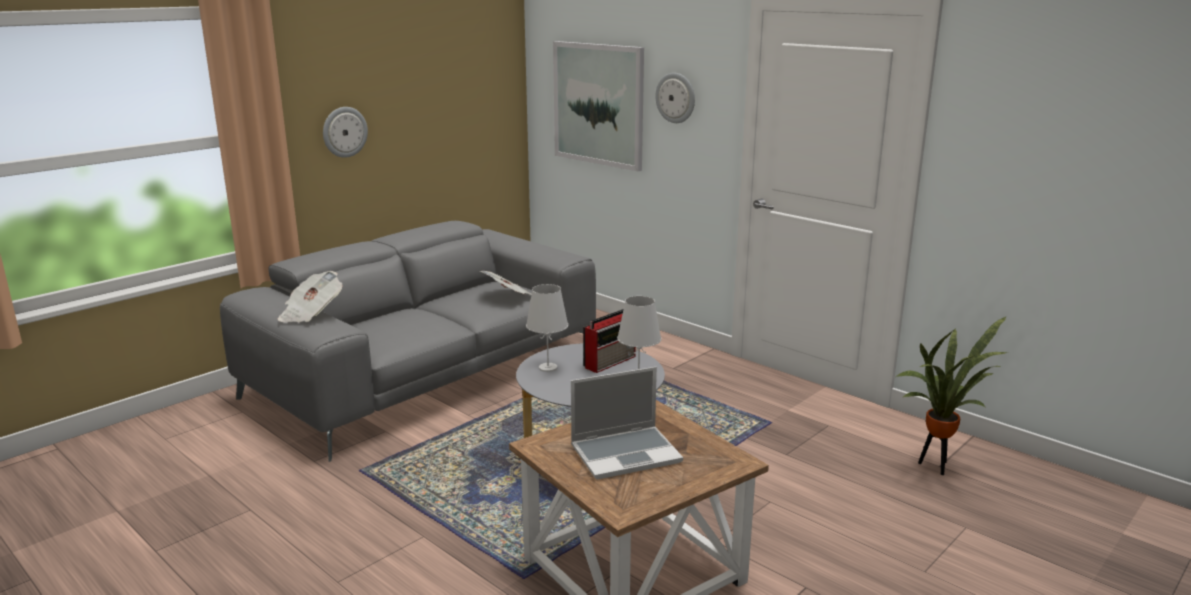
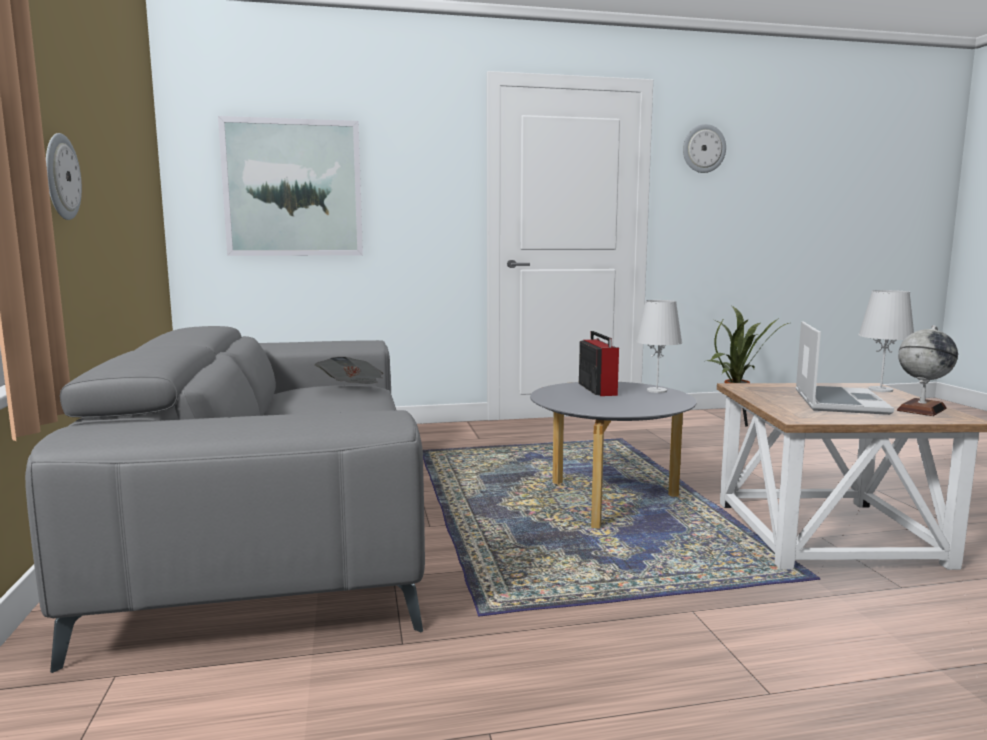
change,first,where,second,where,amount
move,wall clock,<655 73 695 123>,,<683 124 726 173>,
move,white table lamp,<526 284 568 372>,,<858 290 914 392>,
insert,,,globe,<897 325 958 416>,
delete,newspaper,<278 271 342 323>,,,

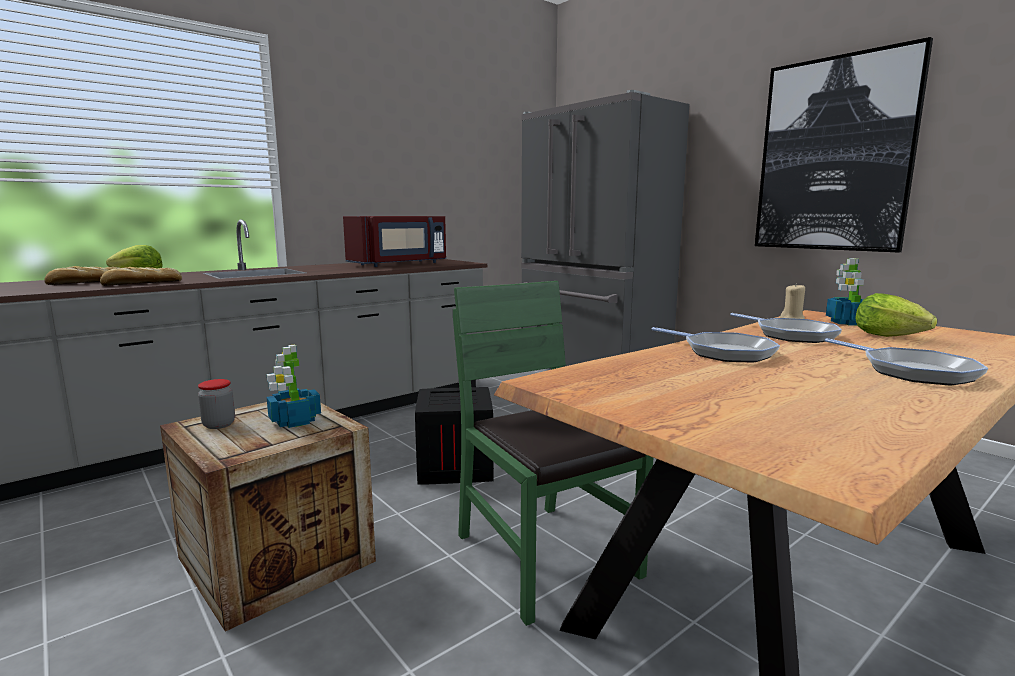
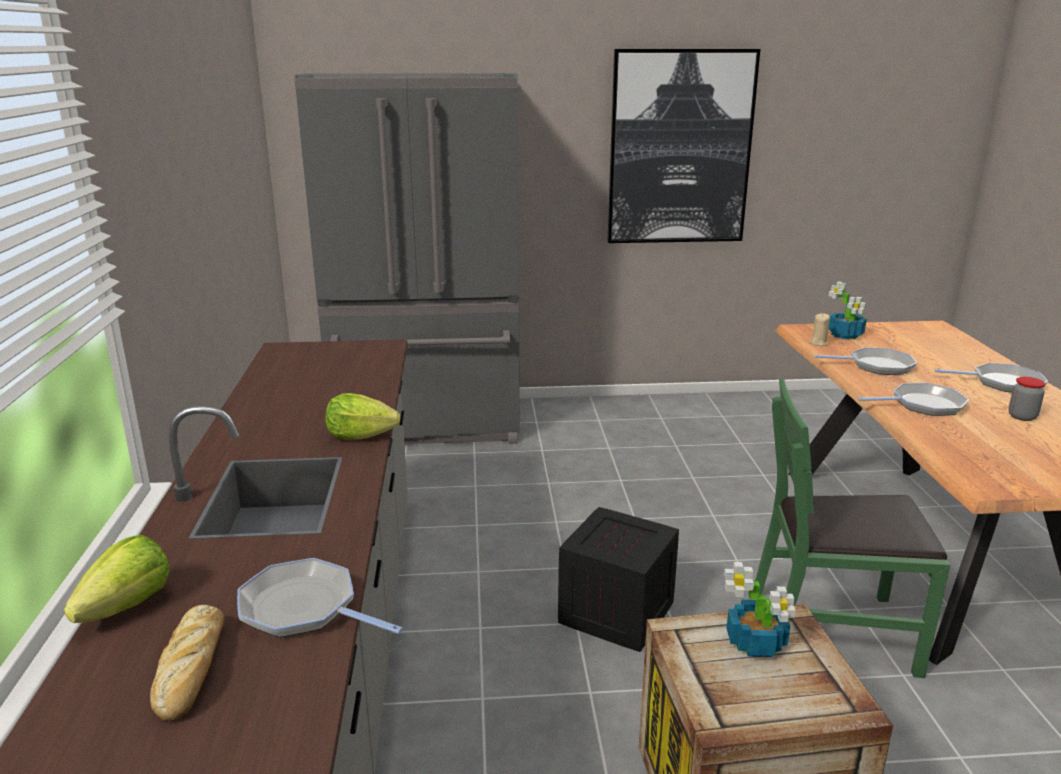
change,first,where,second,where,amount
replace,bread,<100 267 182 286>,frying pan,<237 558 403 638>,
move,lettuce,<855 293 937 337>,,<325 393 400 439>,
move,jar,<198 379 235 429>,,<1008 377 1045 421>,
delete,red microwave,<343 216 446 267>,,,

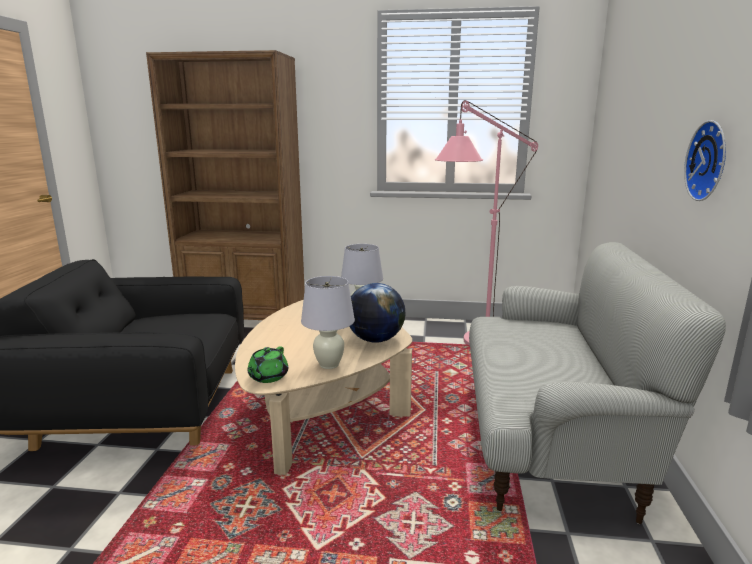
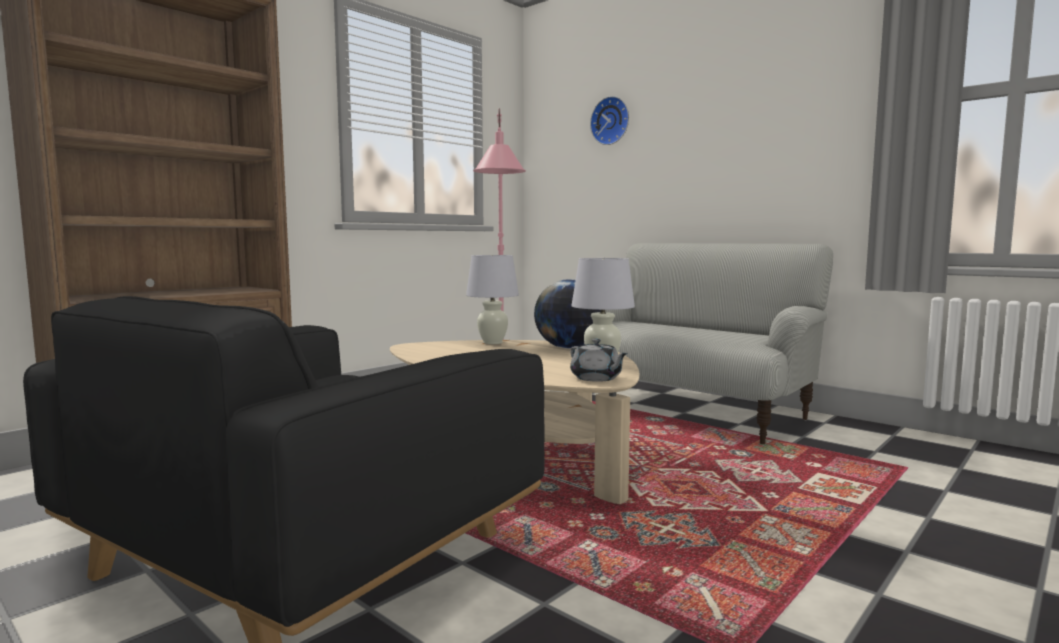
change,first,where,second,where,amount
recolor,green teapot,<248 346 288 383>,grey teapot,<570 339 628 382>,
move,wall clock,<684 120 726 201>,,<590 96 629 145>,

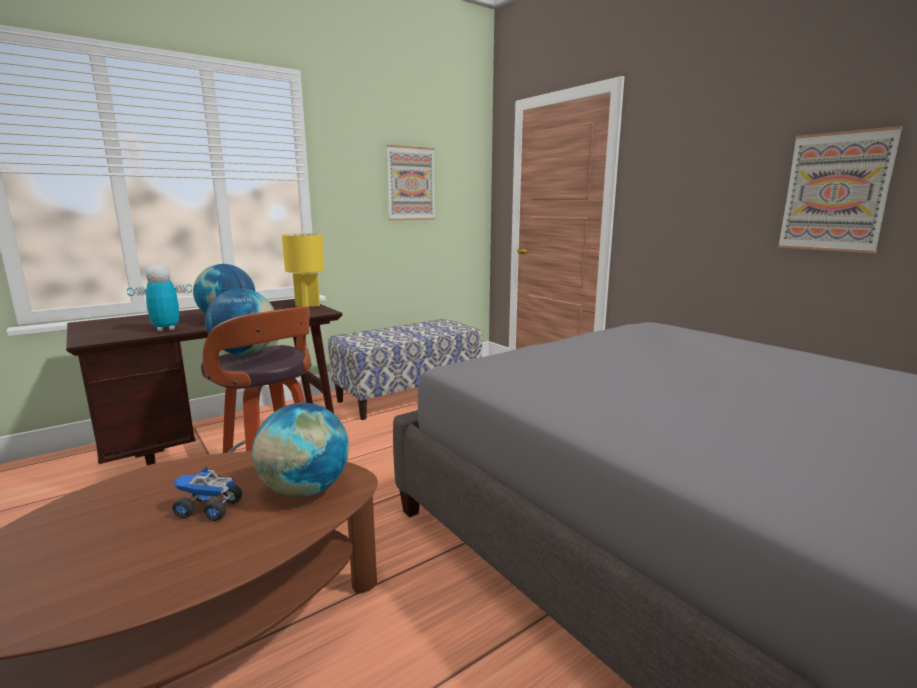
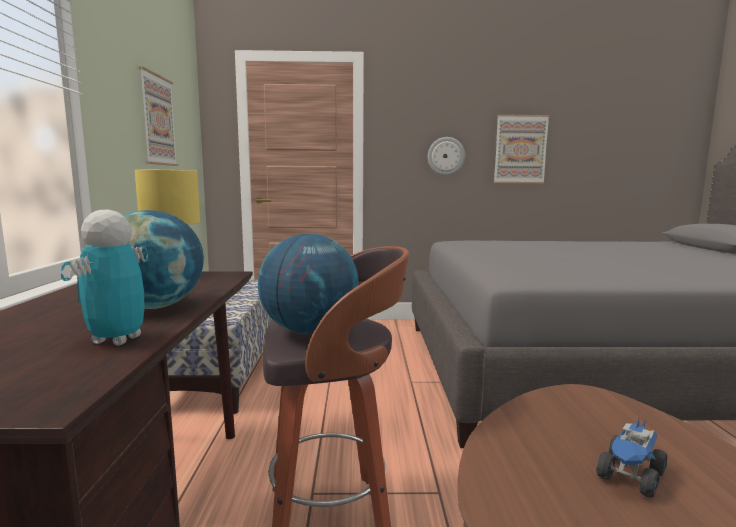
change,first,where,second,where,amount
insert,,,wall clock,<428 137 465 176>,
delete,globe,<252 403 349 497>,,,

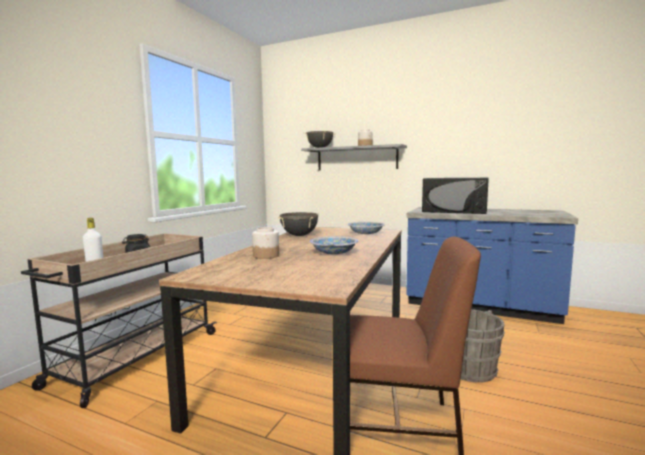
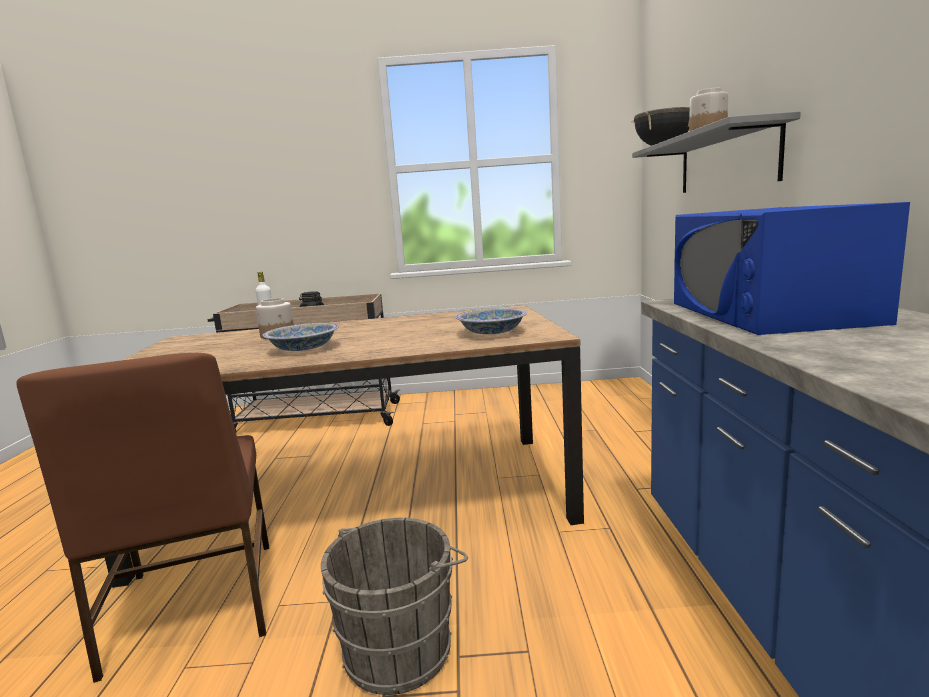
change,first,where,second,where,amount
recolor,black microwave,<422 178 489 214>,blue microwave,<674 202 910 335>,
delete,black cooking pot,<278 212 319 236>,,,

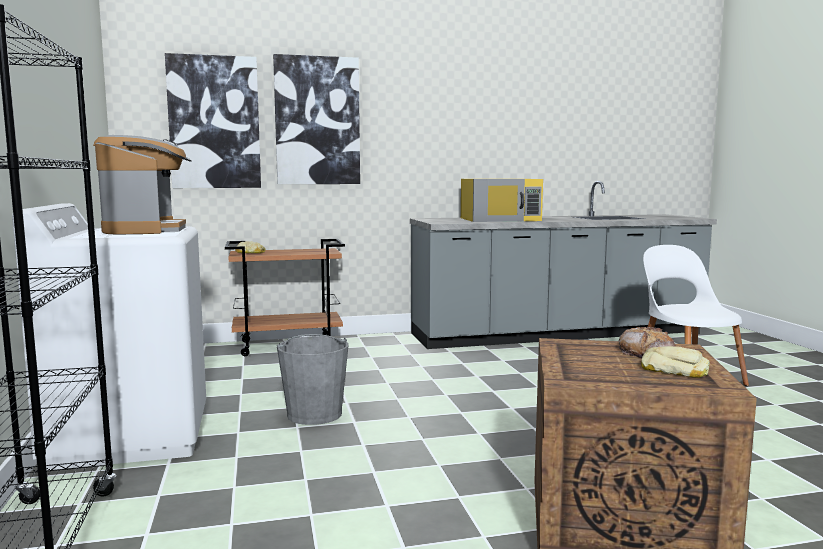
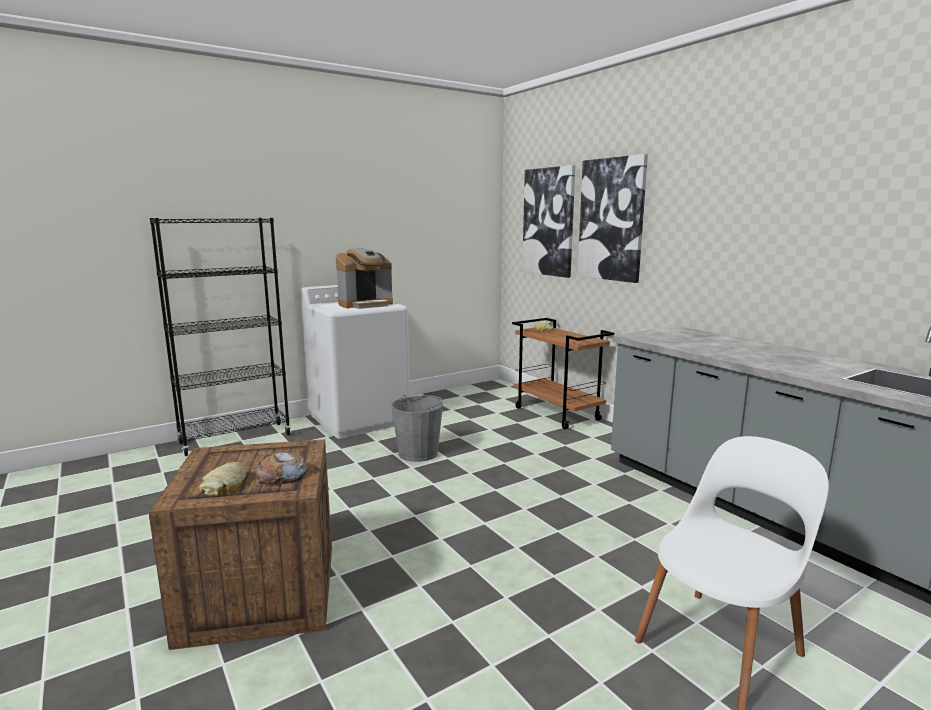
change,first,where,second,where,amount
delete,yellow microwave,<461 179 543 222>,,,

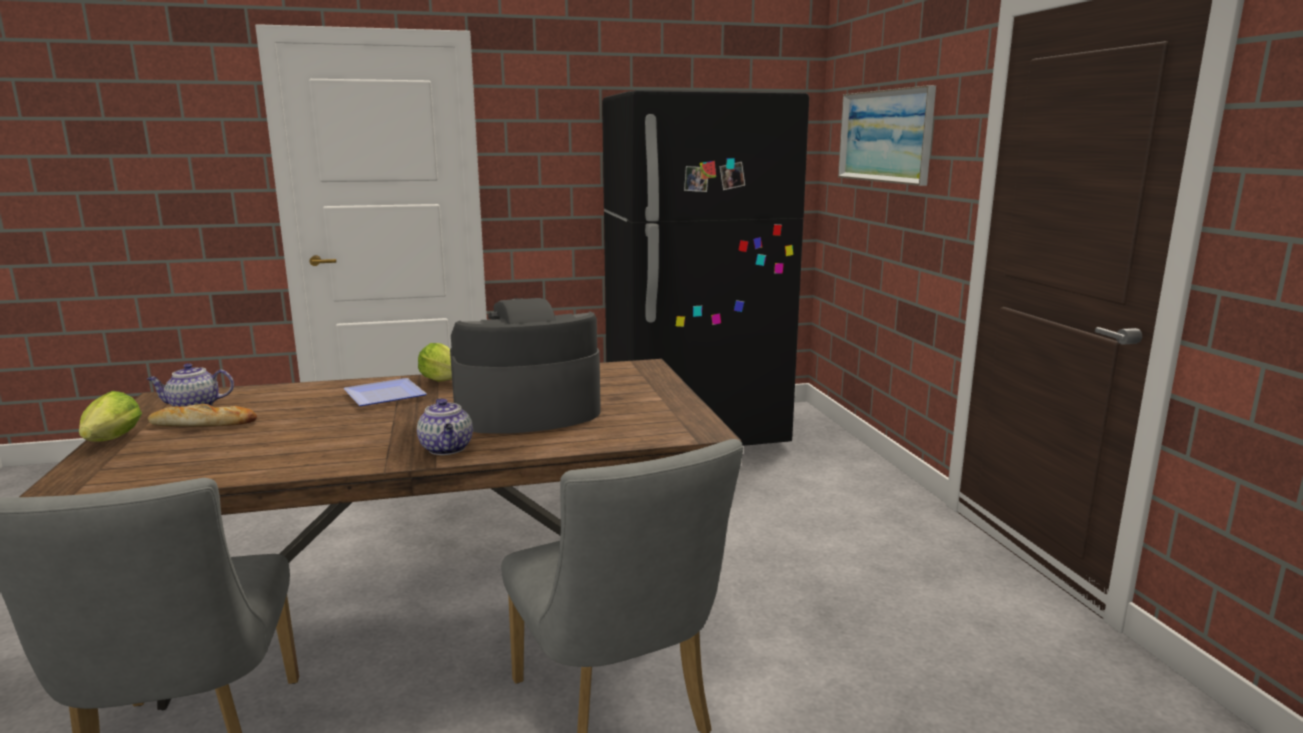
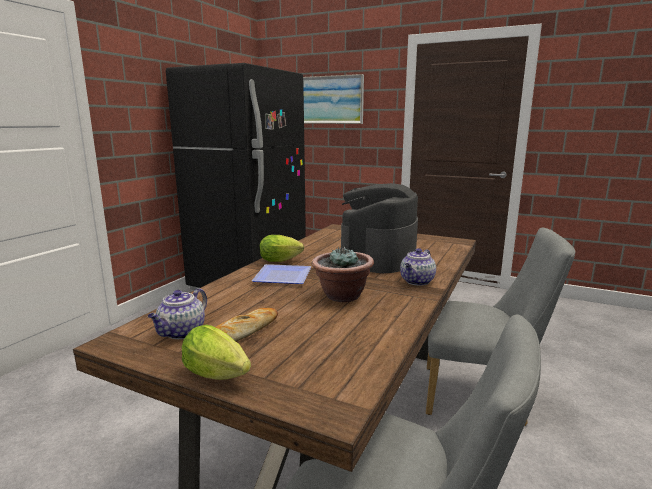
change,first,where,second,where,amount
insert,,,potted plant,<312 247 374 302>,
rotate,teapot,<417 398 473 455>,,<400 248 436 286>,105 degrees clockwise

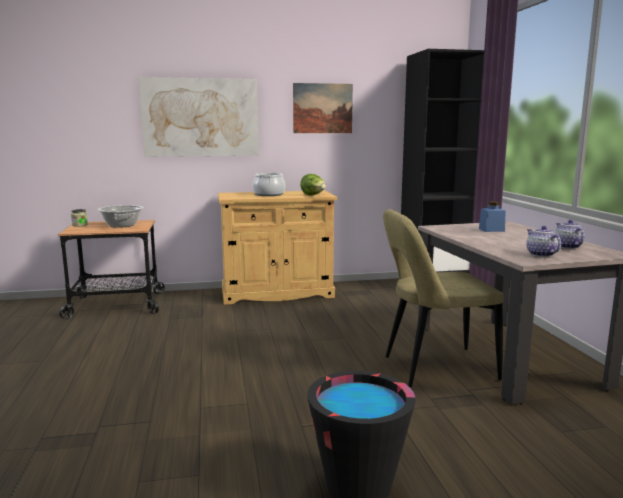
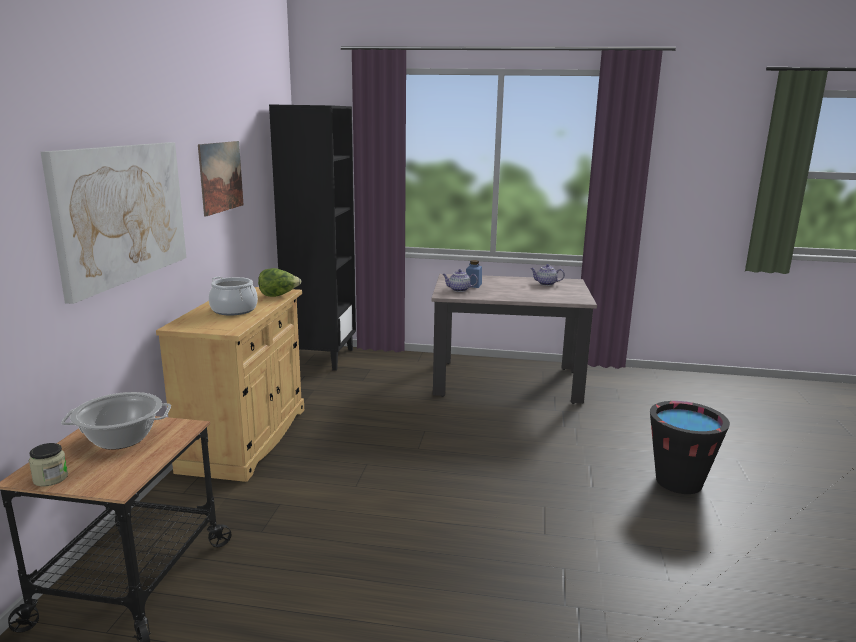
change,first,where,second,where,amount
move,teapot,<526 226 561 257>,,<442 269 478 292>,
delete,beige chair,<383 209 504 387>,,,

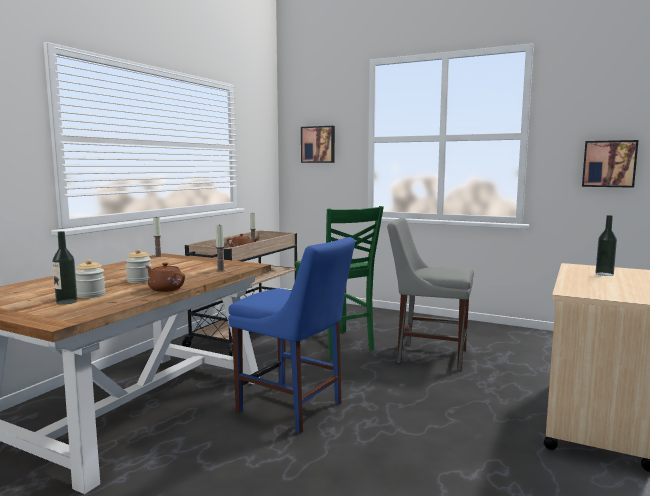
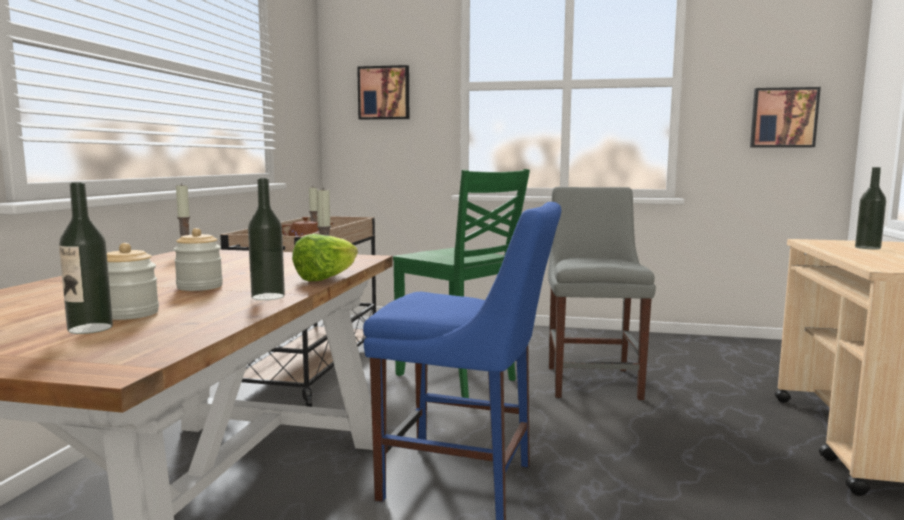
change,first,where,second,where,amount
replace,brown teapot,<146 263 185 292>,bottle,<248 178 285 300>,
insert,,,lettuce,<292 234 358 281>,
rotate,grey chair,<387 218 474 371>,,<548 187 656 400>,90 degrees clockwise

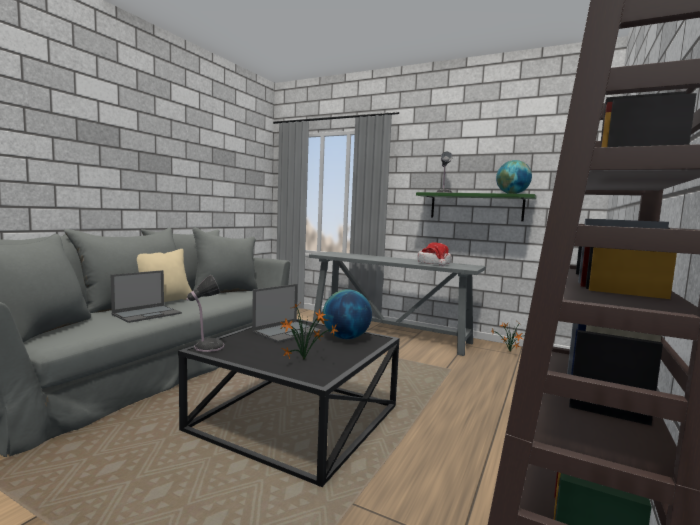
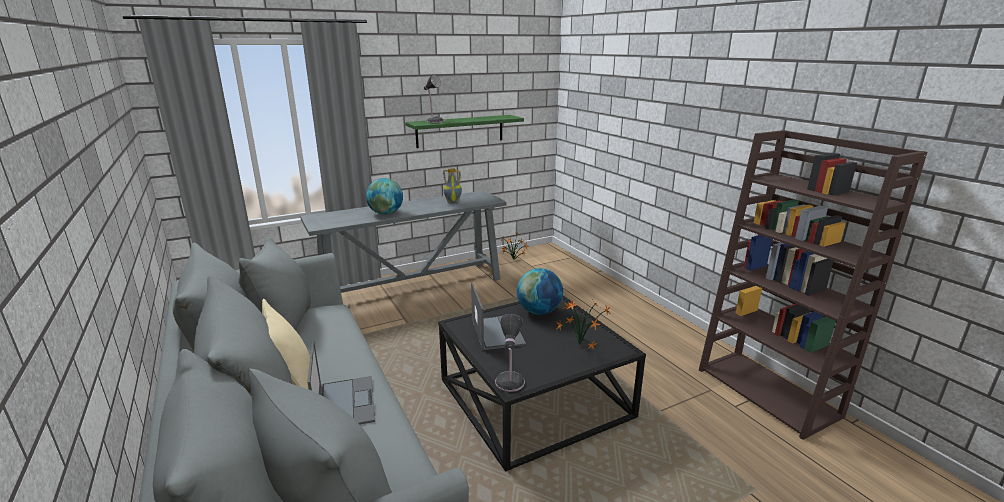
change,first,where,second,where,amount
move,globe,<496 160 532 194>,,<366 178 403 215>,
replace,hat,<417 242 451 266>,vase,<443 168 462 203>,

